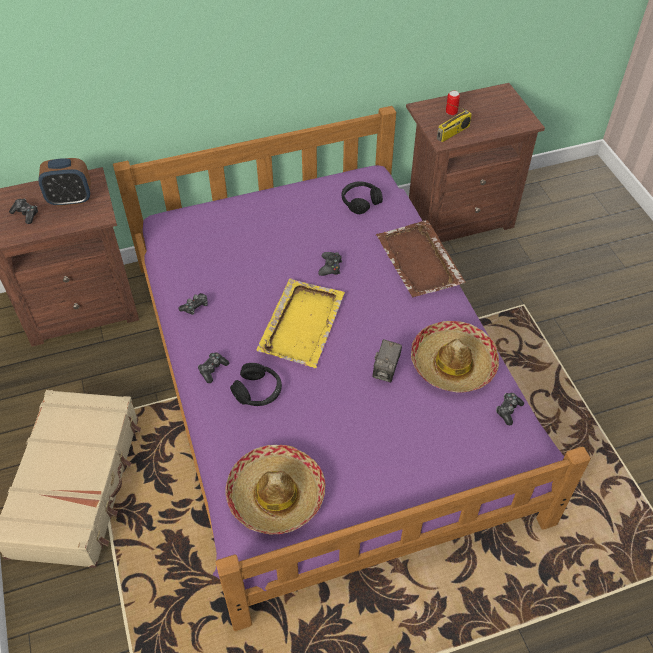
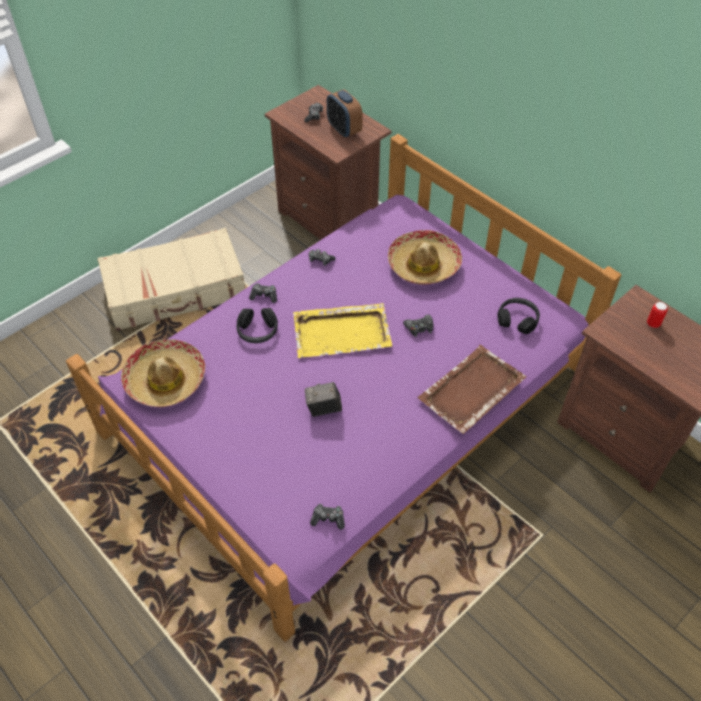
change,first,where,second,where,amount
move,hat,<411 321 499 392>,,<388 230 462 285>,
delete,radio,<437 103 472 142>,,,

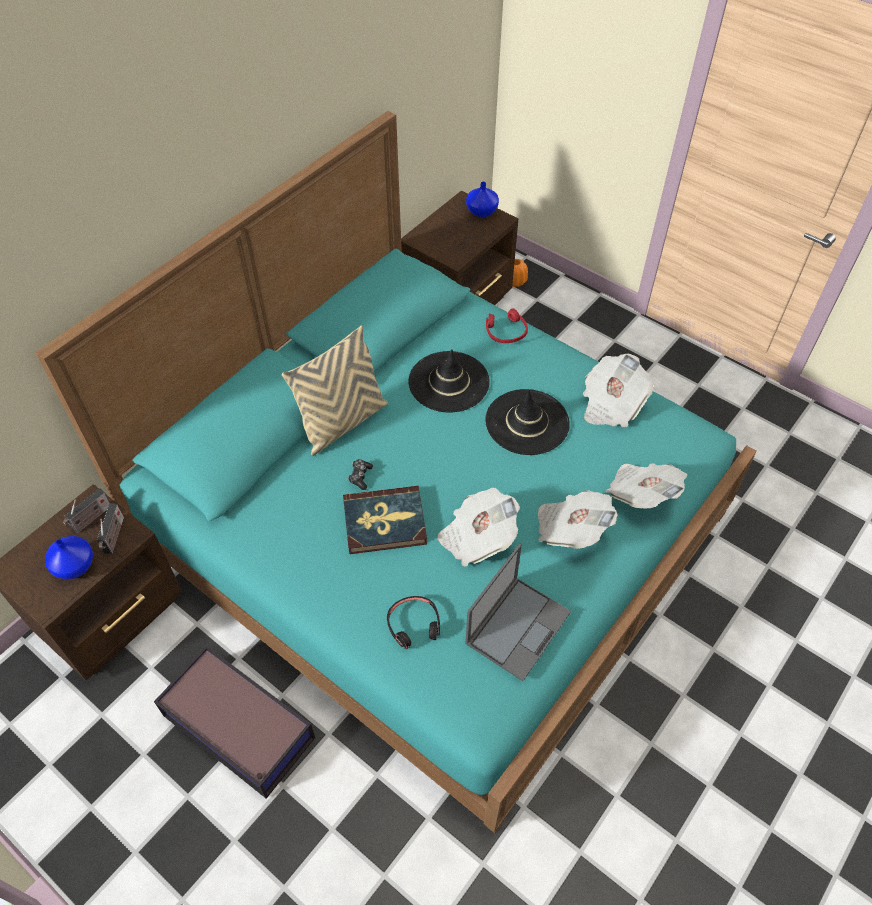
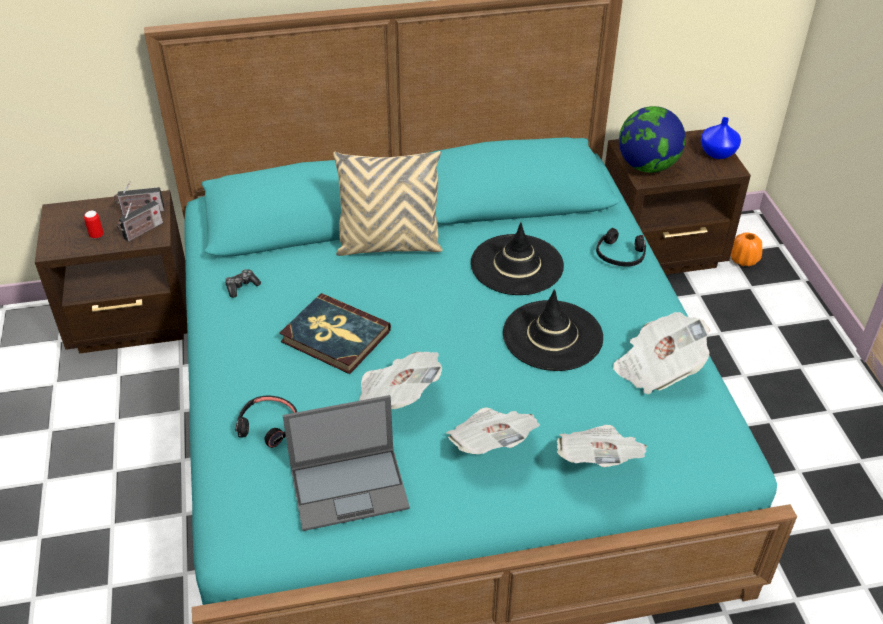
change,first,where,second,where,amount
replace,blue vase,<45 536 93 579>,can,<84 211 104 239>,
move,game controller,<348 459 373 490>,,<225 269 261 298>,
recolor,red headphones,<486 308 528 343>,black headphones,<596 228 646 267>,
insert,,,globe,<619 106 686 173>,
delete,storage box,<154 646 315 799>,,,

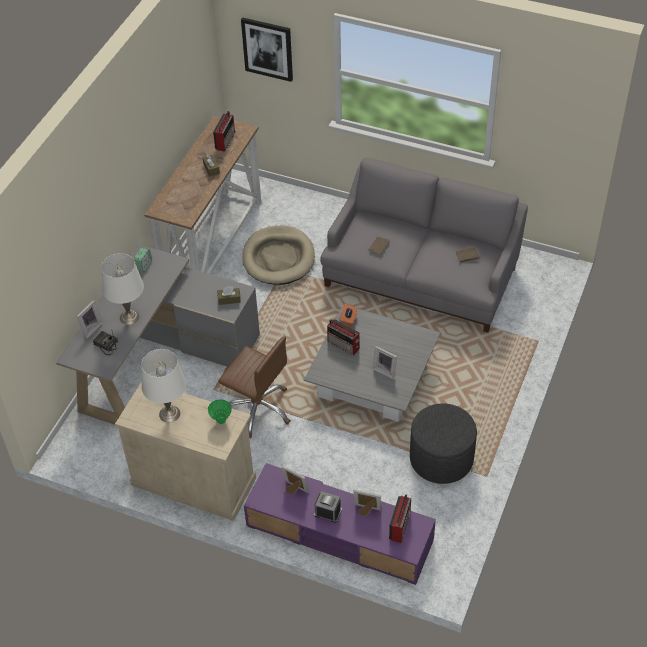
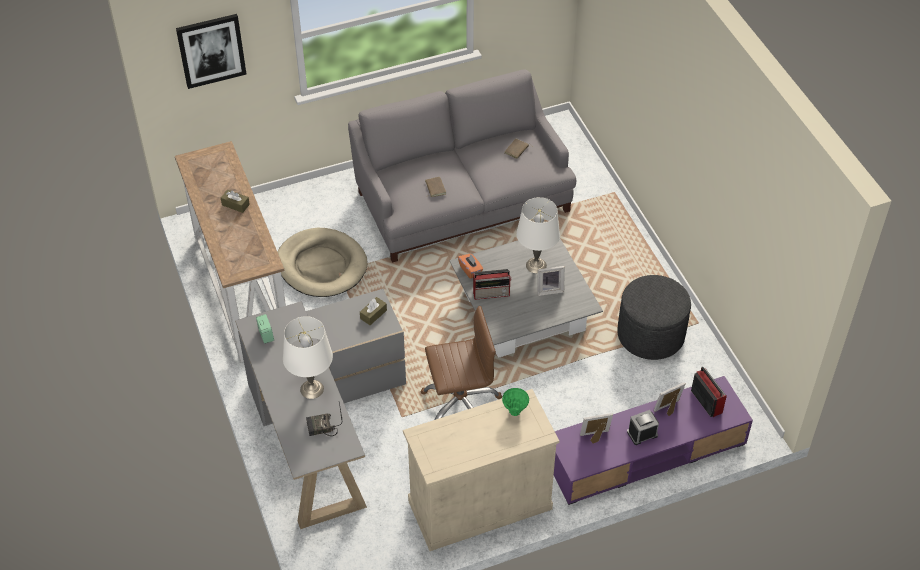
change,first,where,second,where,amount
move,white table lamp,<141 349 186 423>,,<516 197 560 273>,
delete,picture frame,<77 300 103 339>,,,
delete,radio,<213 111 235 152>,,,

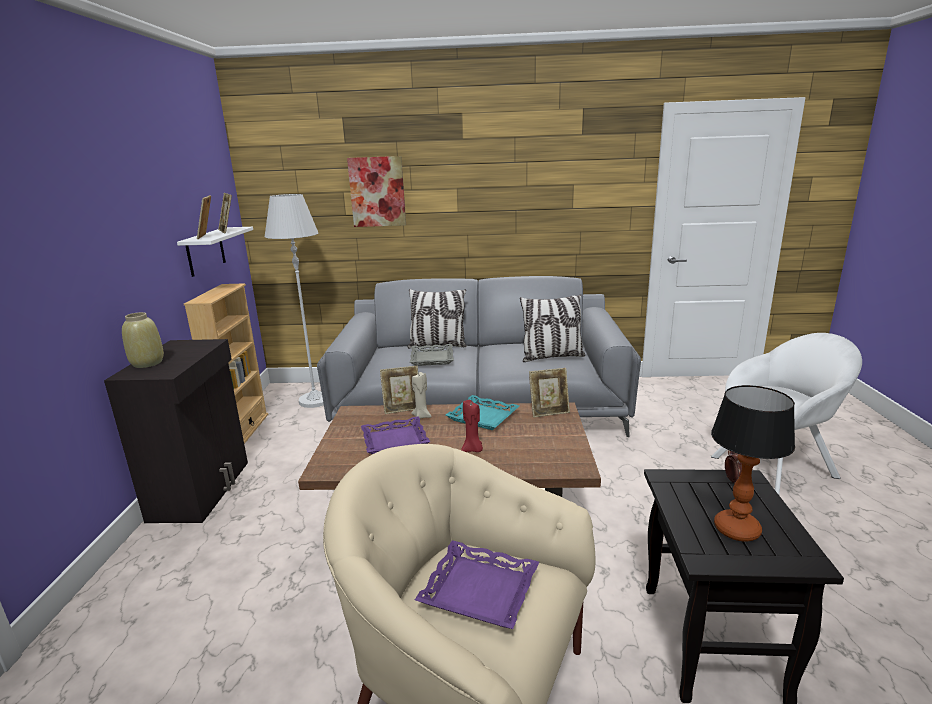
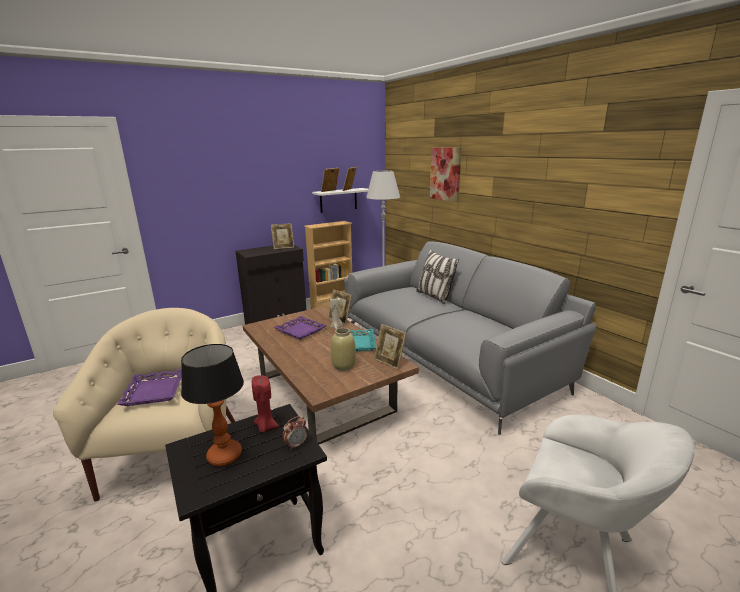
change,first,where,second,where,amount
move,red candle,<461 400 483 452>,,<252 375 279 433>,
insert,,,picture frame,<271 223 294 249>,
move,beige vase,<122 312 164 368>,,<331 328 356 371>,
delete,grey tray,<410 344 454 366>,,,
delete,pillow,<520 294 586 362>,,,

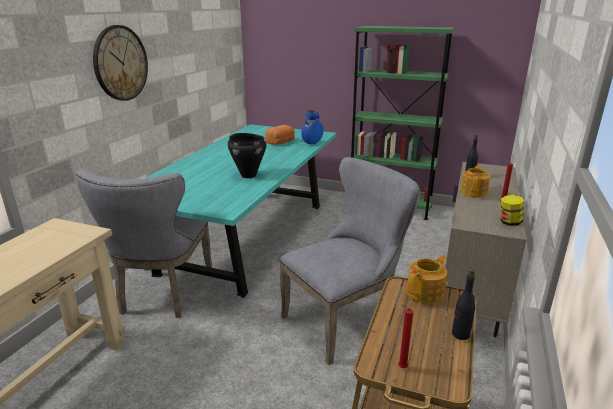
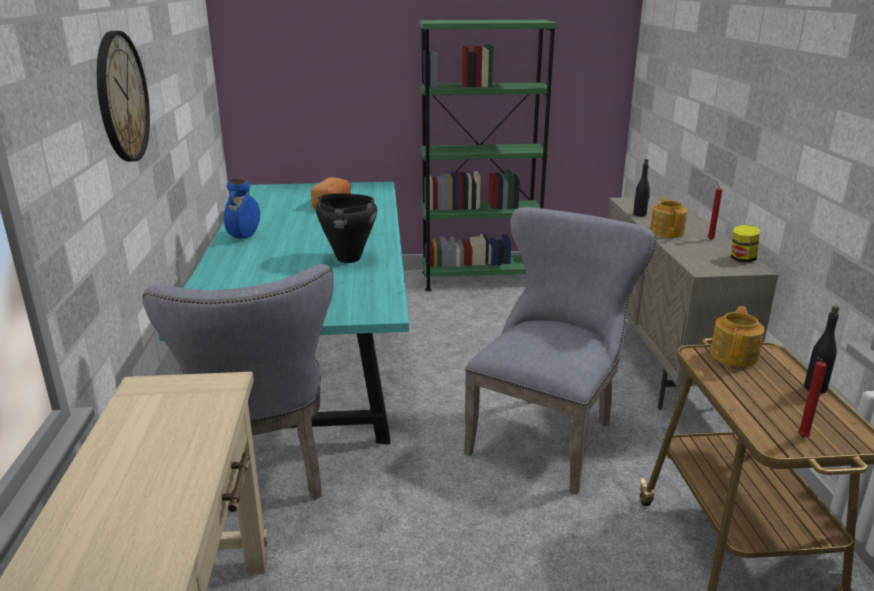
change,first,where,second,where,amount
move,blue vase,<301 110 324 144>,,<224 178 260 239>,

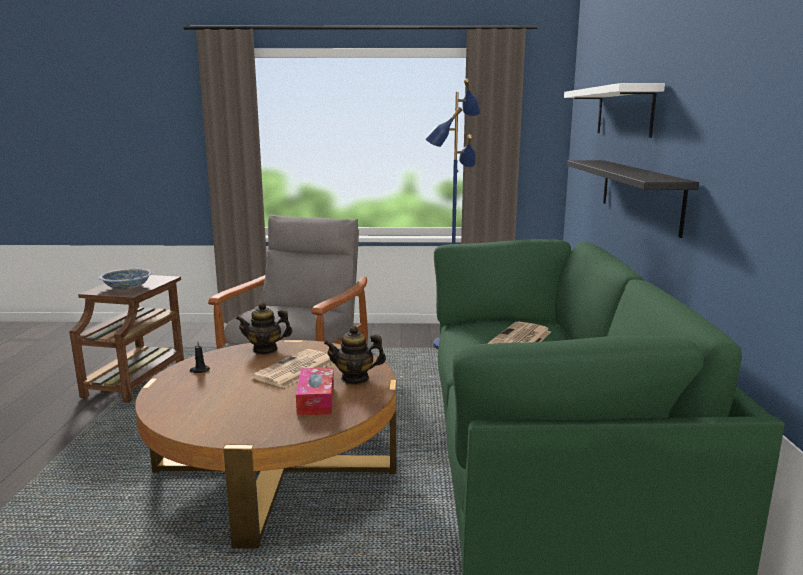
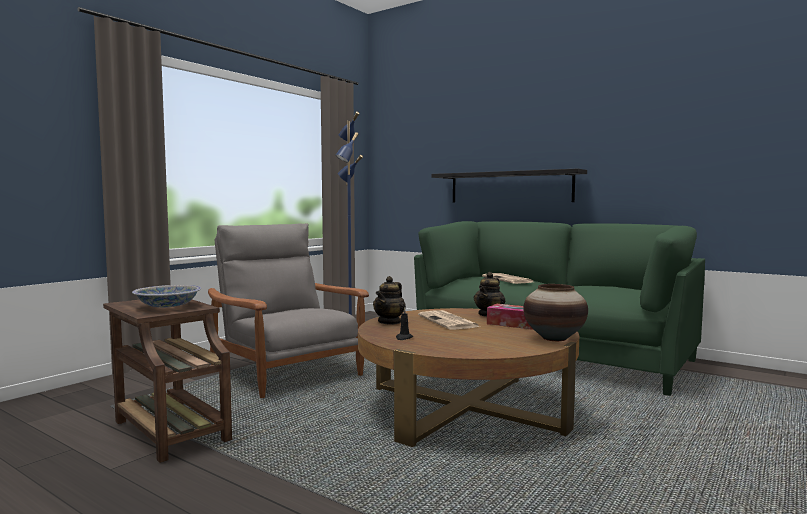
change,first,where,second,where,amount
insert,,,vase,<523 284 588 341>,
delete,white shelf,<564 83 665 138>,,,

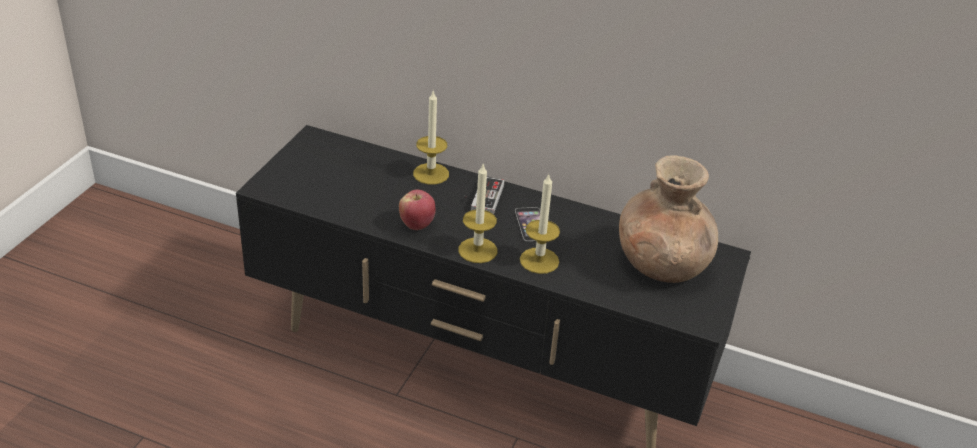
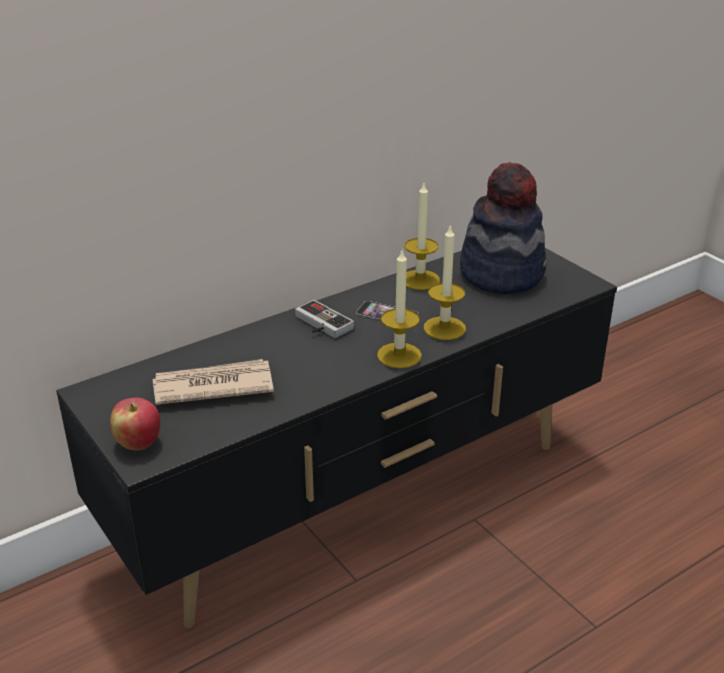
change,first,where,second,where,amount
move,apple,<399 190 436 230>,,<110 398 160 450>,
insert,,,newspaper,<152 359 274 405>,
move,candle,<413 91 449 185>,,<405 183 440 290>,
replace,brown vase,<619 155 718 283>,hat,<460 162 547 294>,

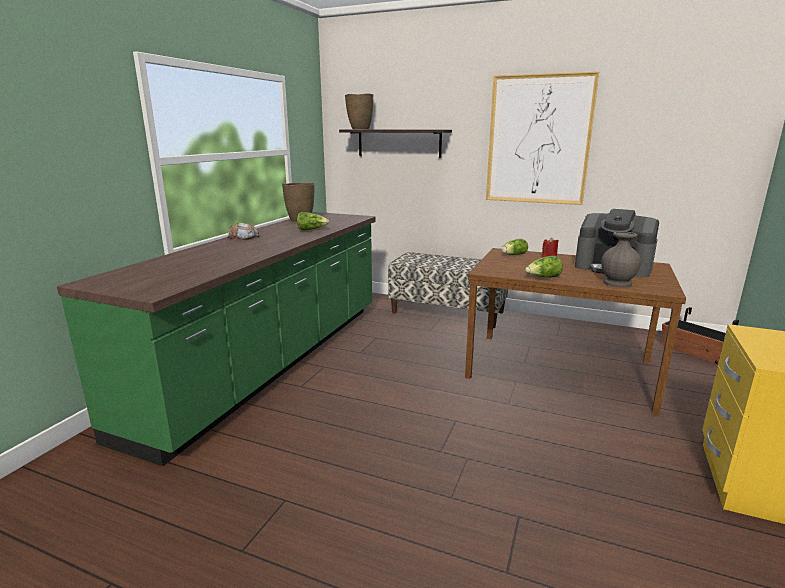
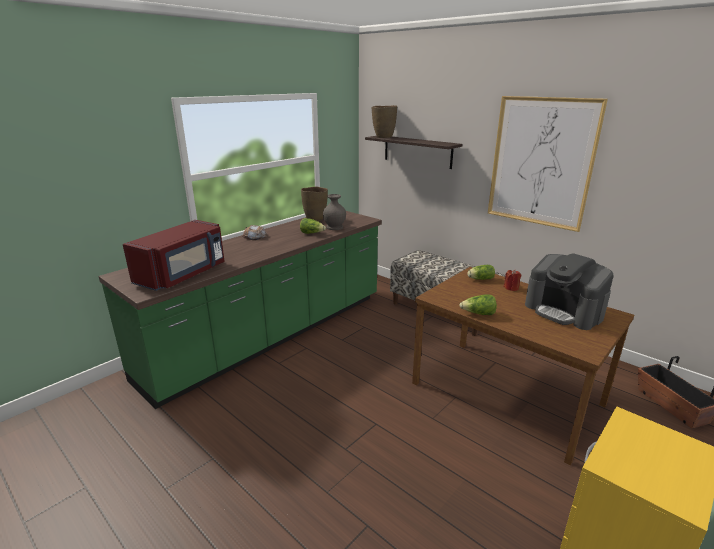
change,first,where,second,where,amount
insert,,,red microwave,<123 220 225 291>,
move,grey vase,<601 231 641 287>,,<323 194 346 230>,

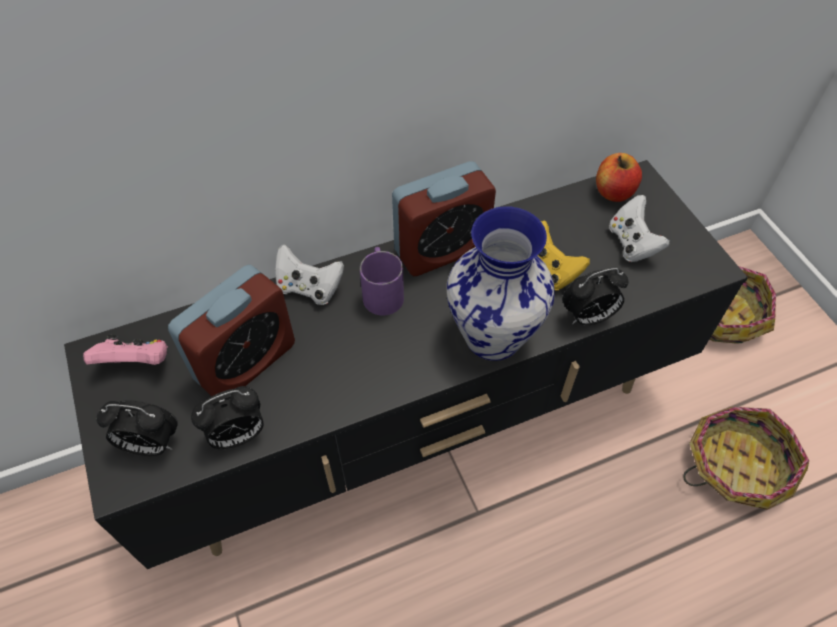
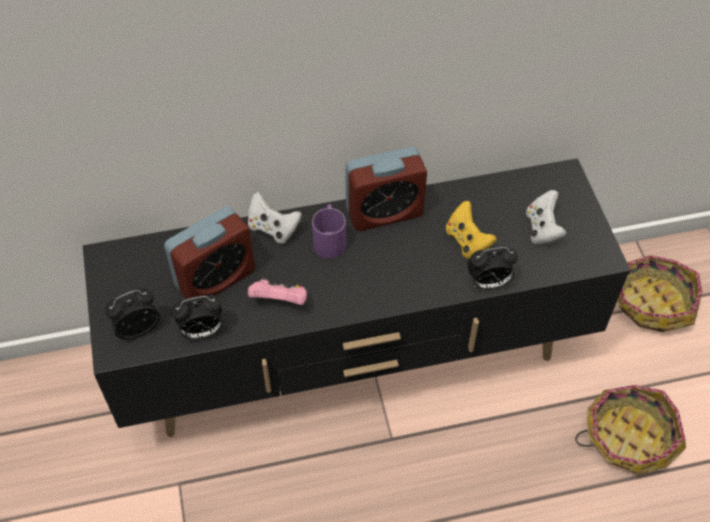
change,first,where,second,where,amount
rotate,alarm clock,<97 400 178 456>,,<106 288 160 340>,135 degrees clockwise
move,pink game controller,<83 335 168 365>,,<248 276 307 305>,
delete,vase,<447 206 555 361>,,,
delete,apple,<596 153 642 202>,,,

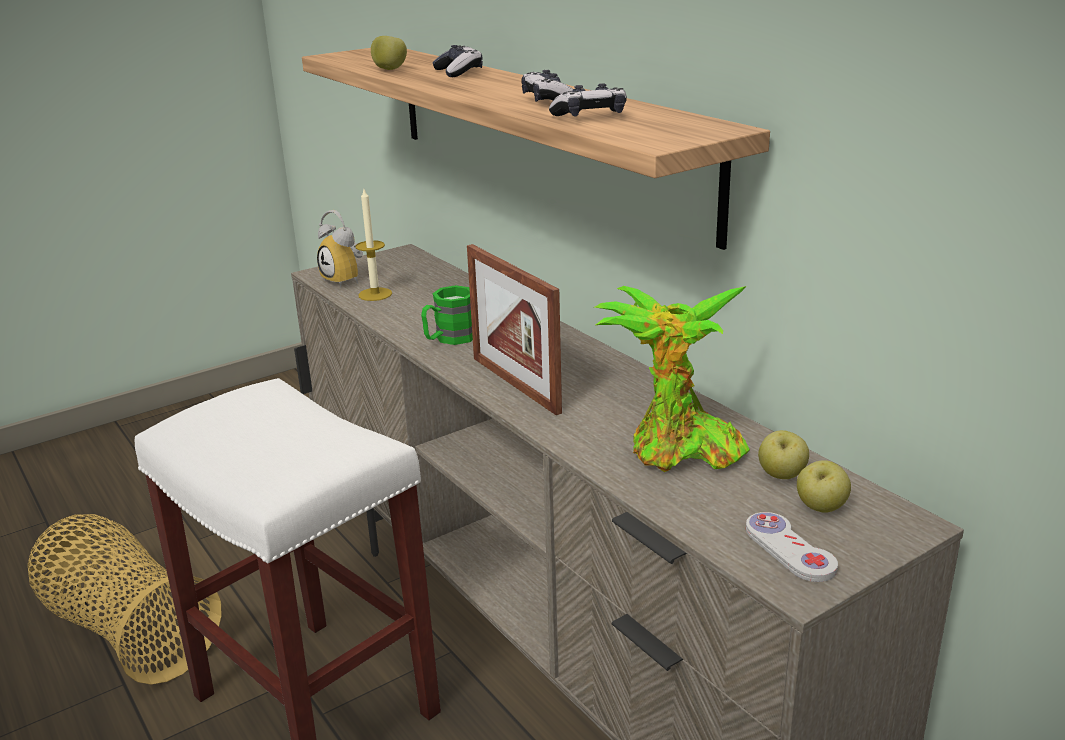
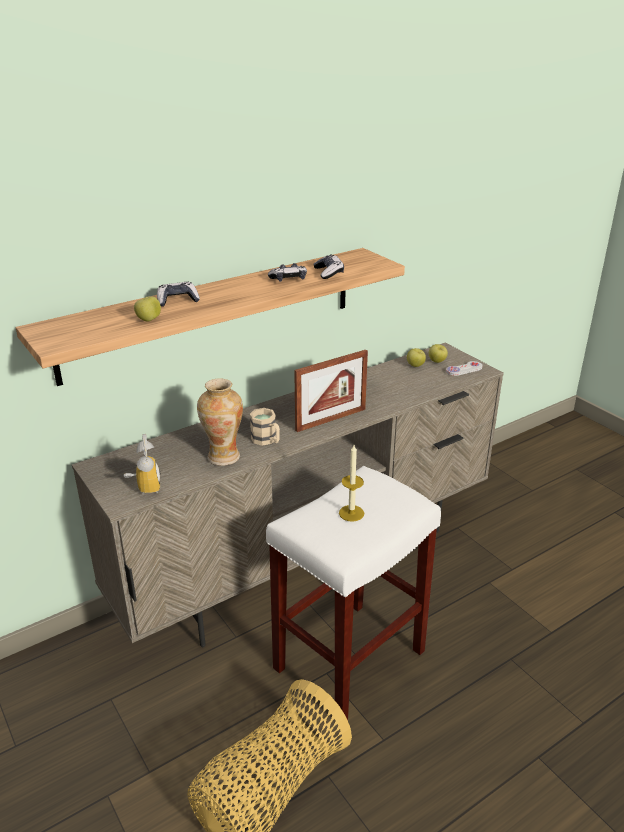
change,first,where,second,where,amount
rotate,alarm clock,<317 210 363 288>,,<123 434 161 494>,60 degrees counterclockwise
insert,,,vase,<197 378 243 466>,
recolor,green mug,<421 285 473 345>,beige mug,<250 408 280 446>,
move,candle,<355 189 392 301>,,<339 445 364 522>,
delete,potted plant,<595 286 750 472>,,,

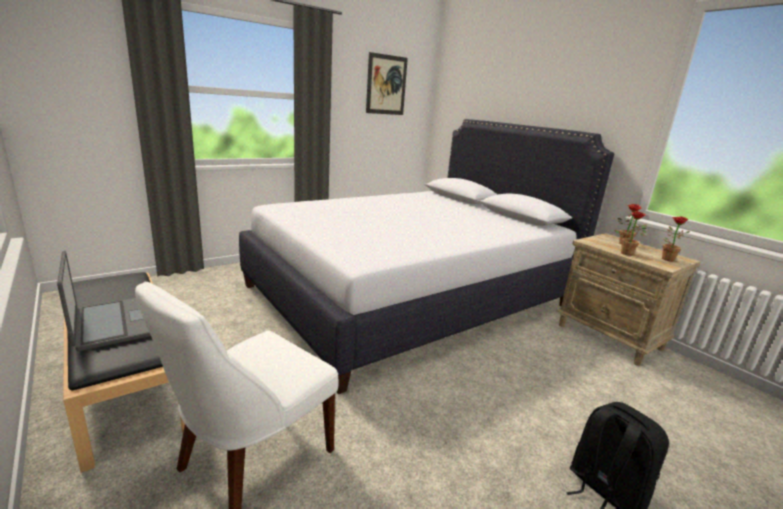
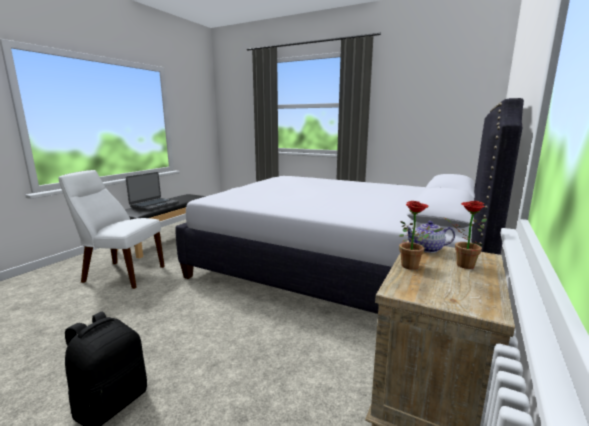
change,first,where,second,where,amount
insert,,,teapot,<407 221 455 253>,
delete,picture,<366 52 408 115>,,,
delete,potted plant,<662 216 690 262>,,,

